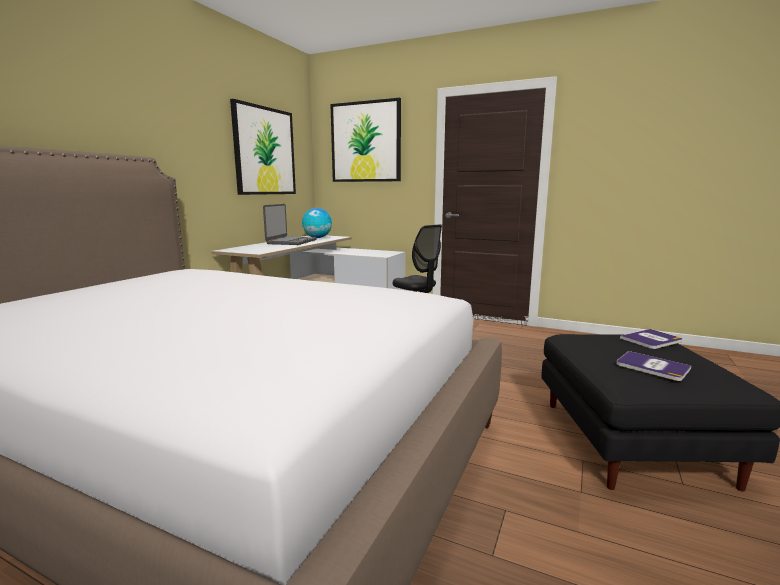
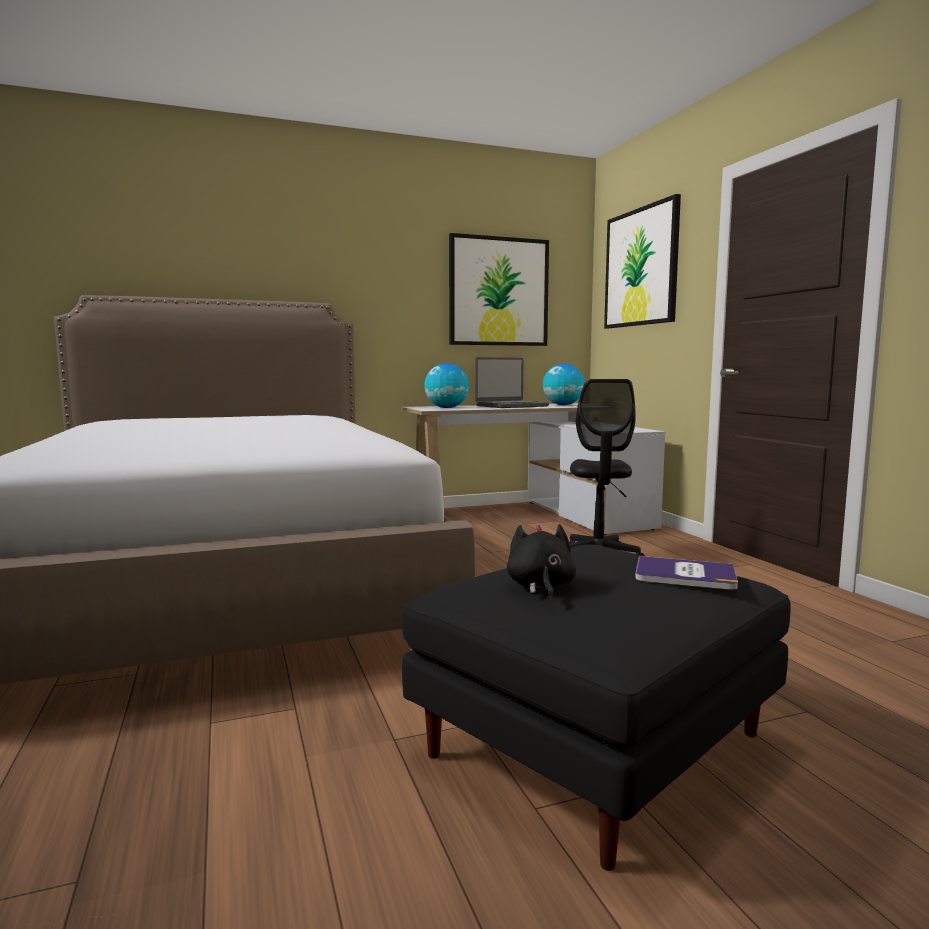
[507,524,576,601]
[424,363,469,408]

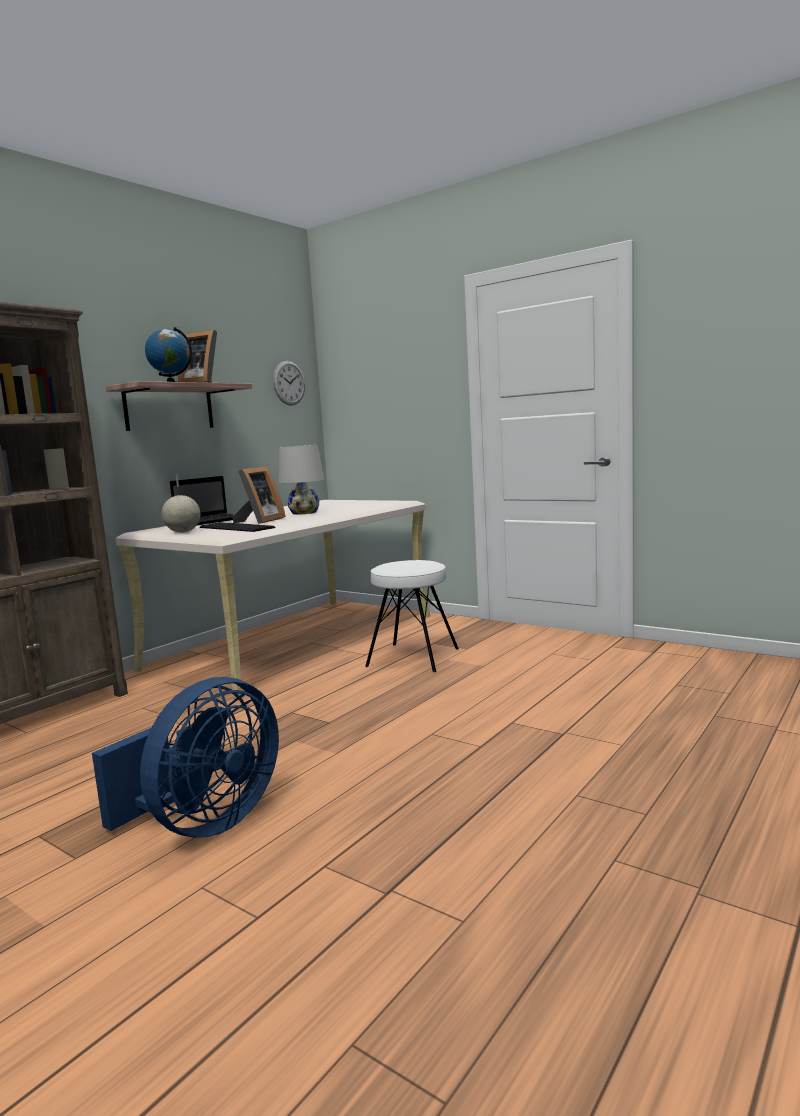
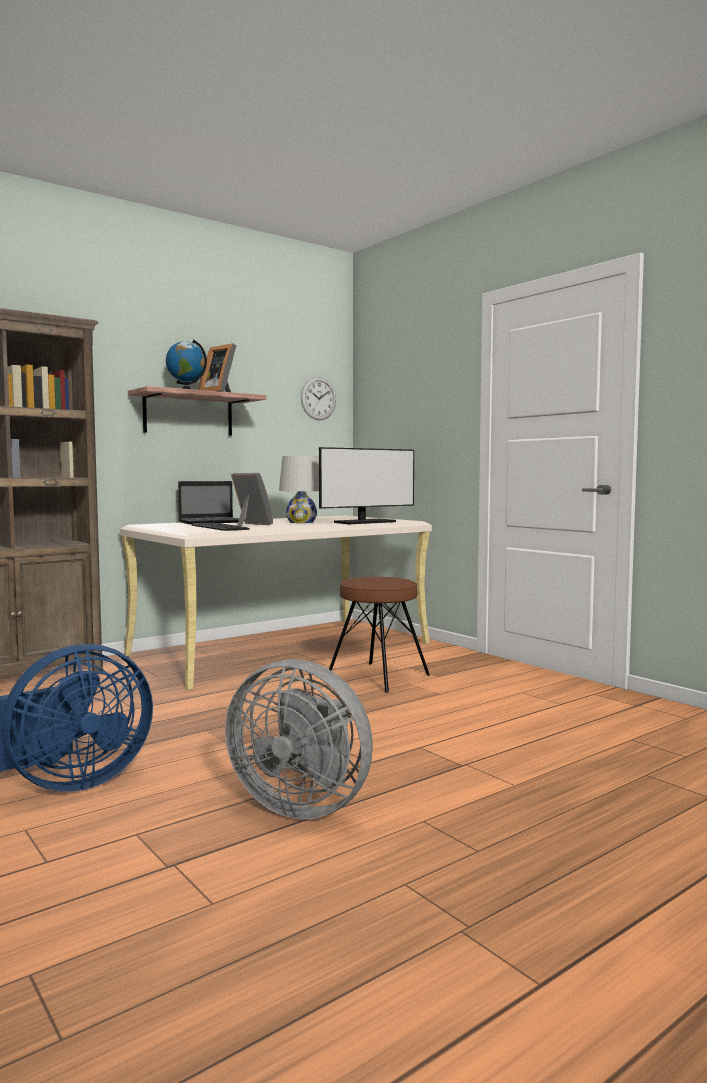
[231,473,273,526]
[162,474,200,533] (first image)
[329,577,430,693]
[319,447,414,524]
[225,659,373,820]

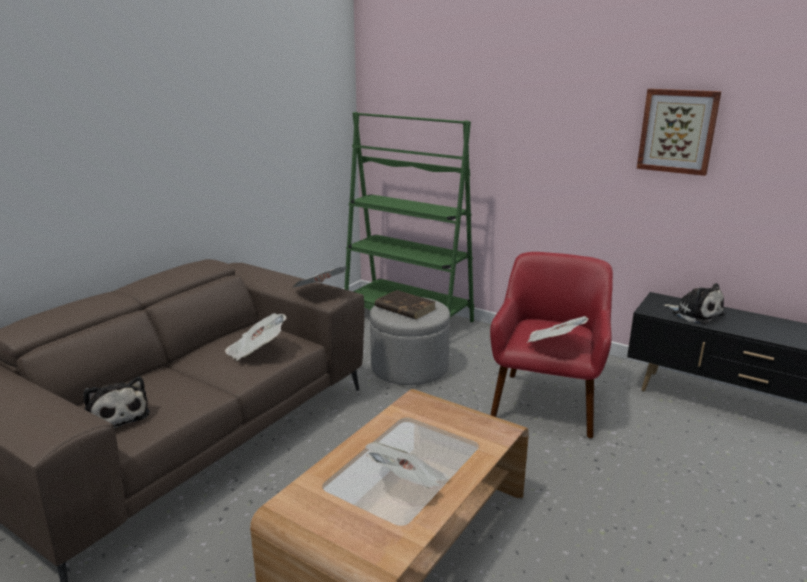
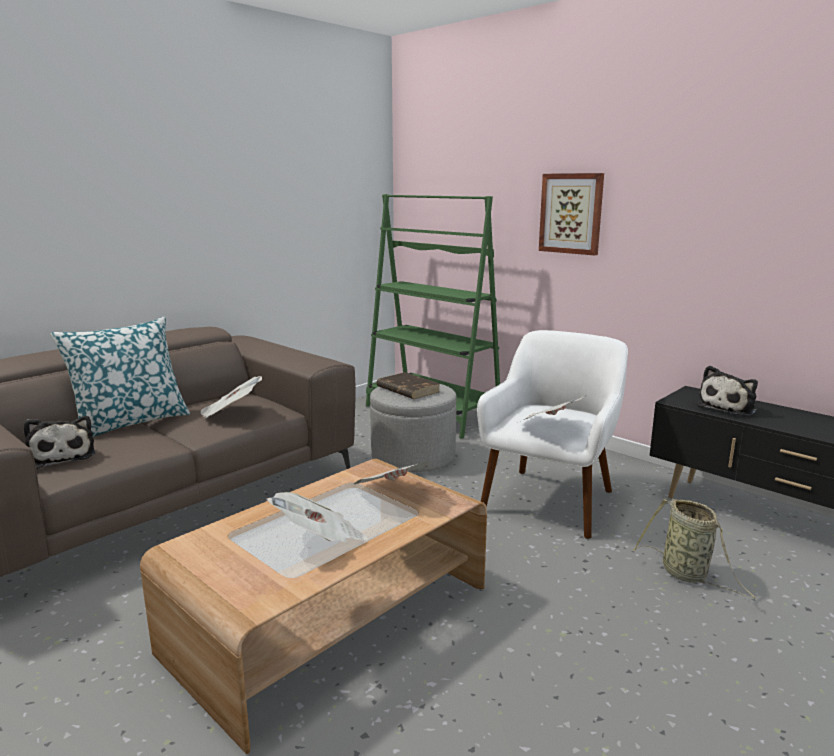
[539,173,604,255]
[477,330,628,539]
[354,462,431,484]
[697,366,758,416]
[51,317,190,437]
[633,498,756,599]

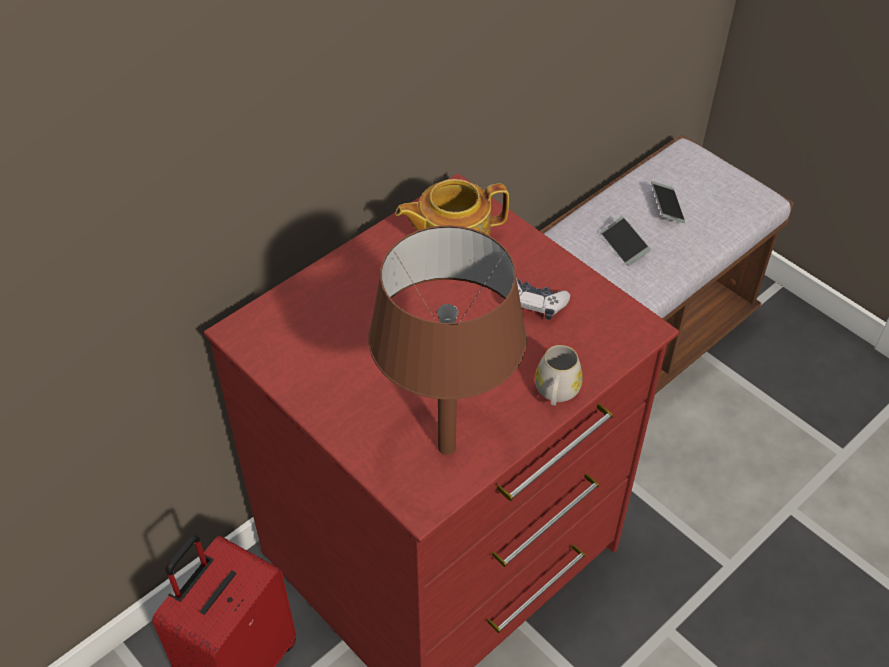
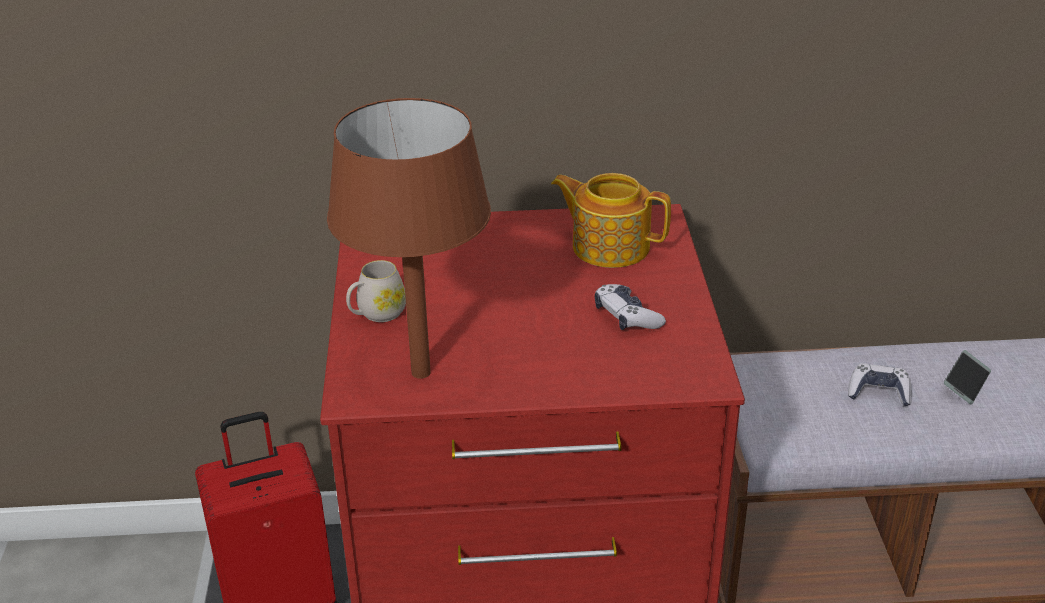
[848,363,912,406]
[346,260,406,322]

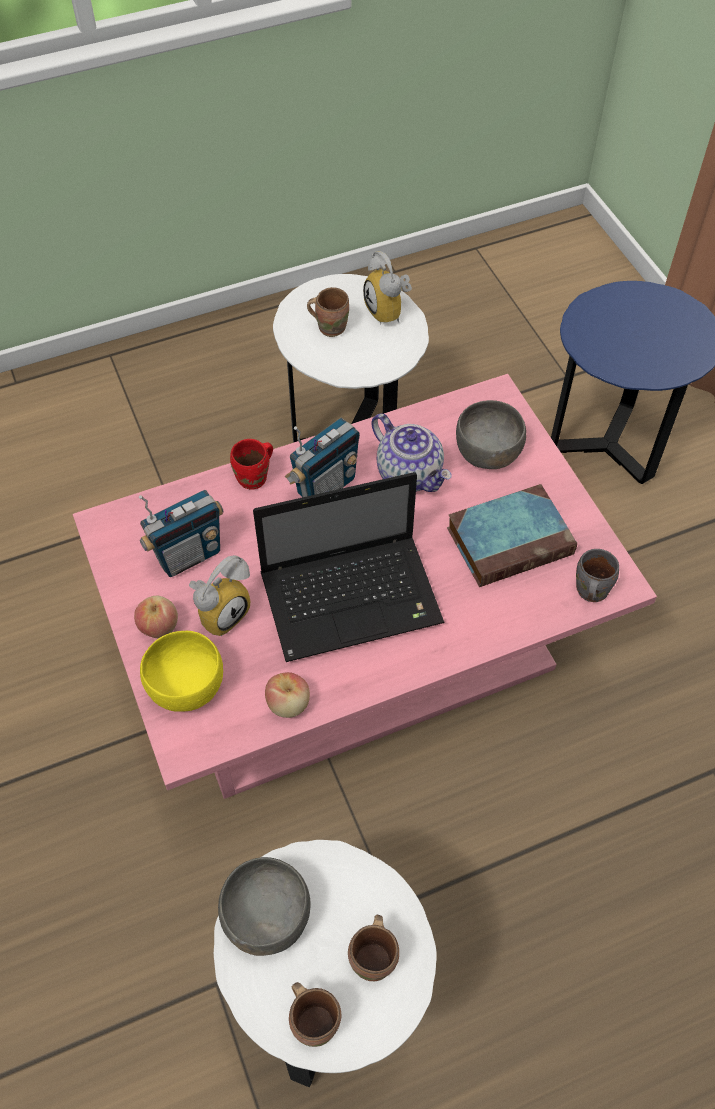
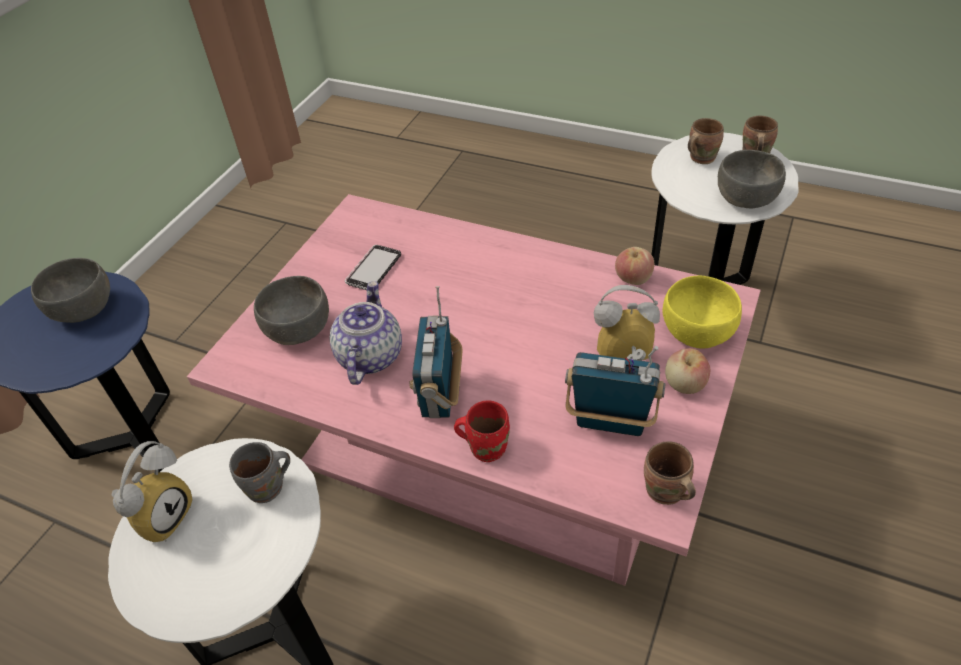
[644,441,696,505]
[409,286,463,418]
[253,472,445,662] (first image)
[345,245,401,290]
[229,442,290,503]
[31,258,110,323]

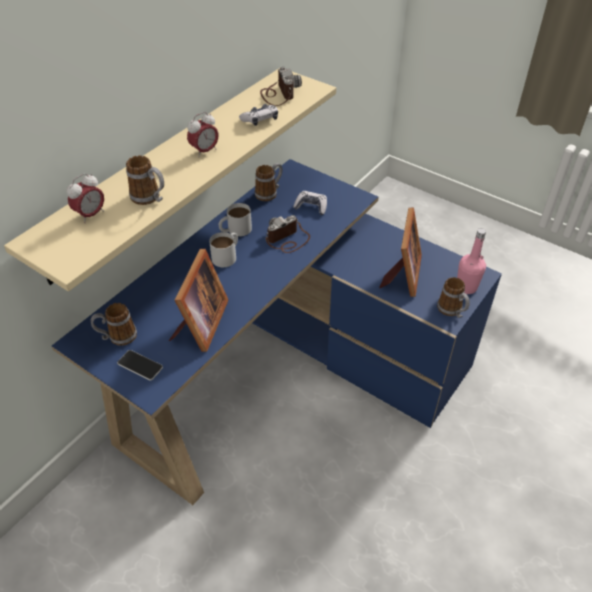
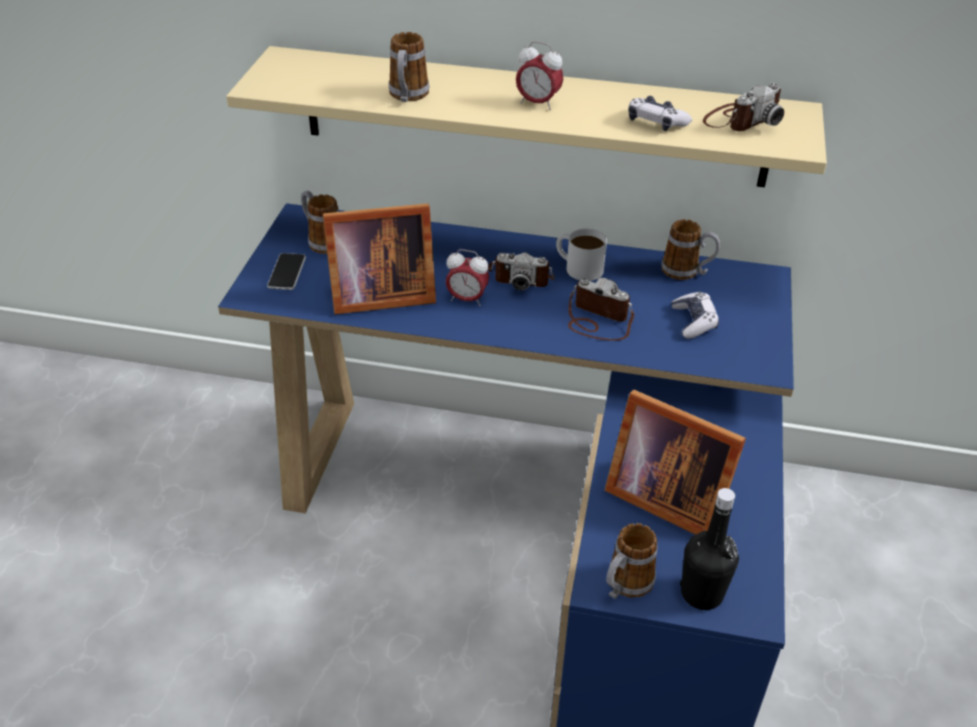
[446,249,489,306]
[605,390,746,535]
[680,488,739,610]
[488,252,555,291]

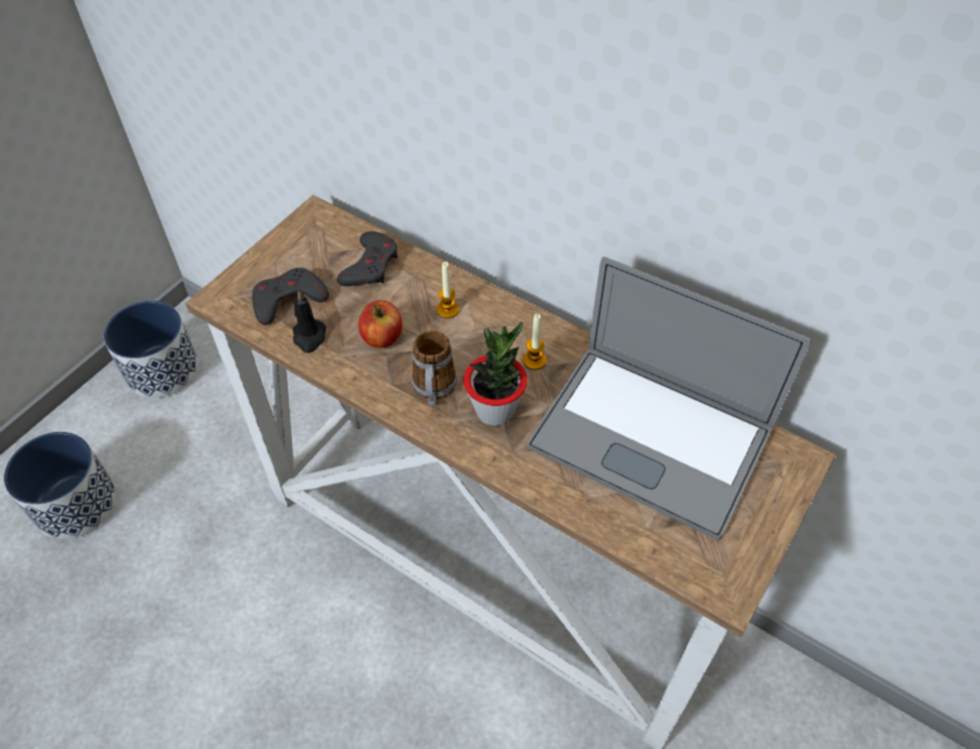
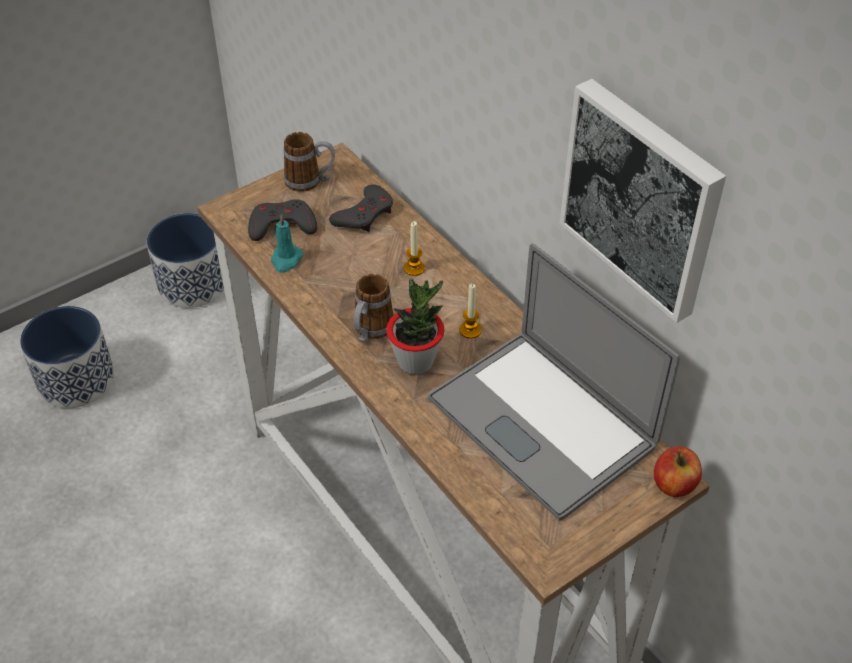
[271,214,303,273]
[654,446,702,497]
[560,79,726,323]
[283,132,335,192]

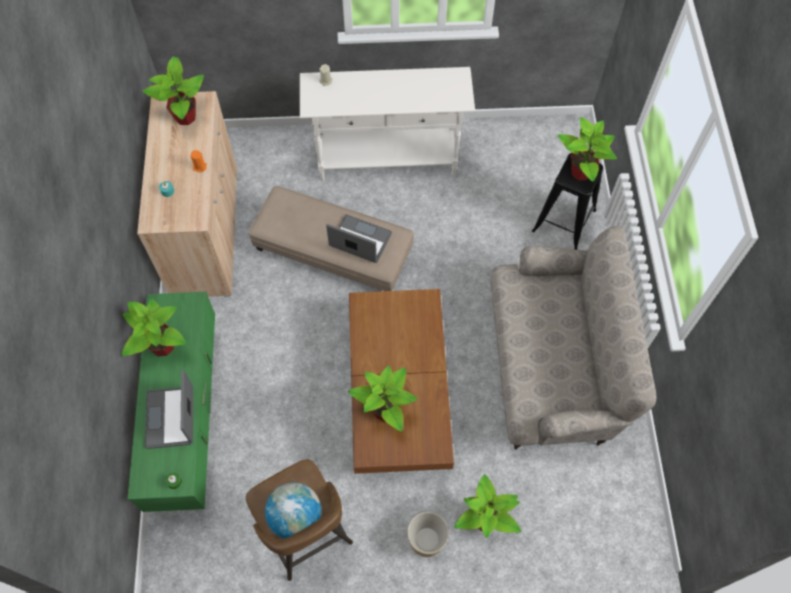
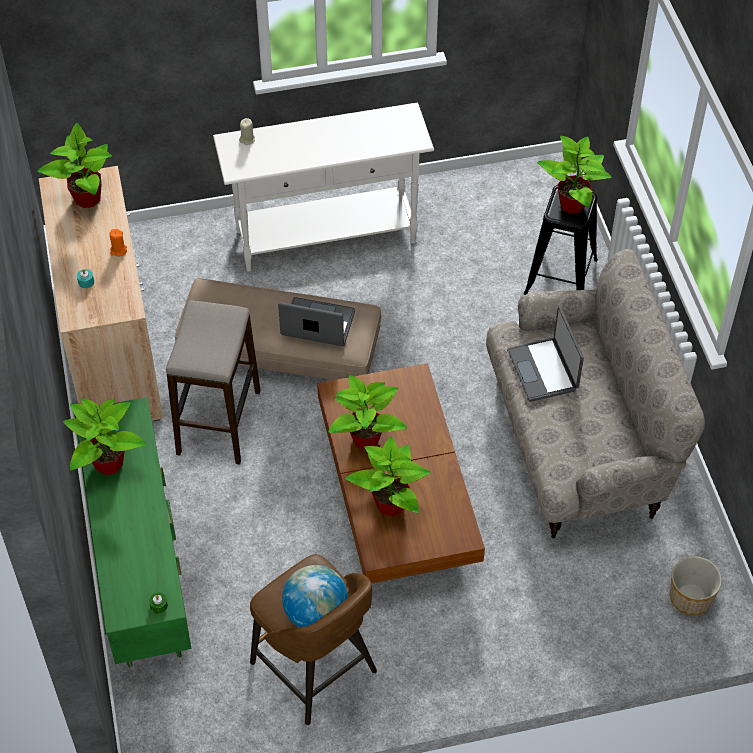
[507,307,584,402]
[328,375,407,451]
[670,556,722,615]
[166,300,261,465]

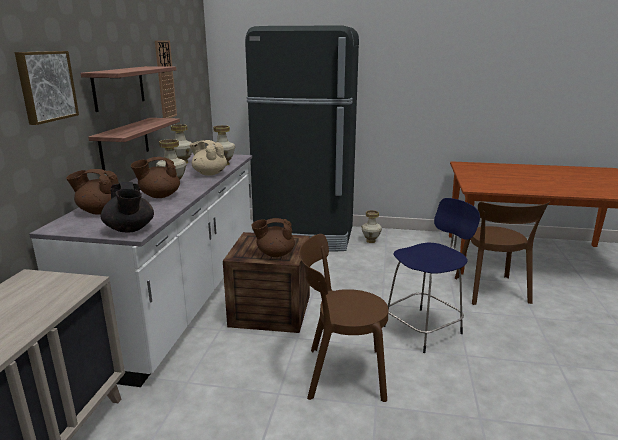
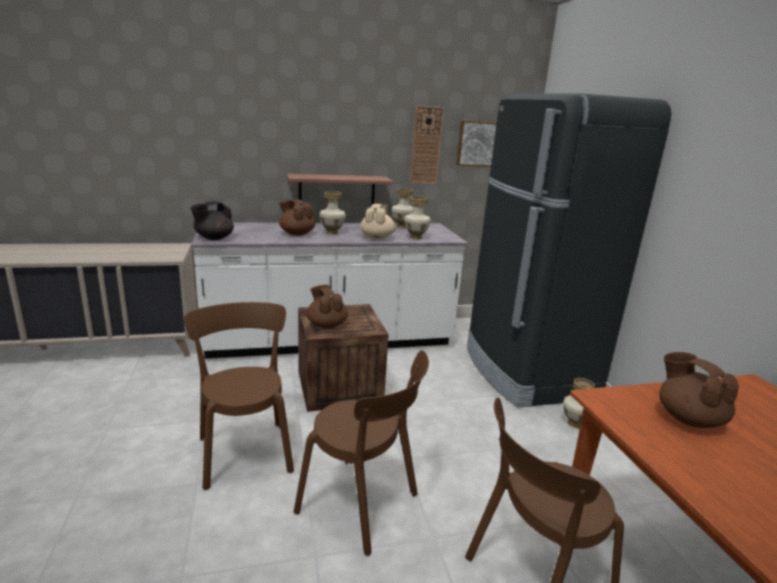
[456,120,497,167]
[81,66,176,112] (first image)
[659,352,739,428]
[294,350,429,556]

